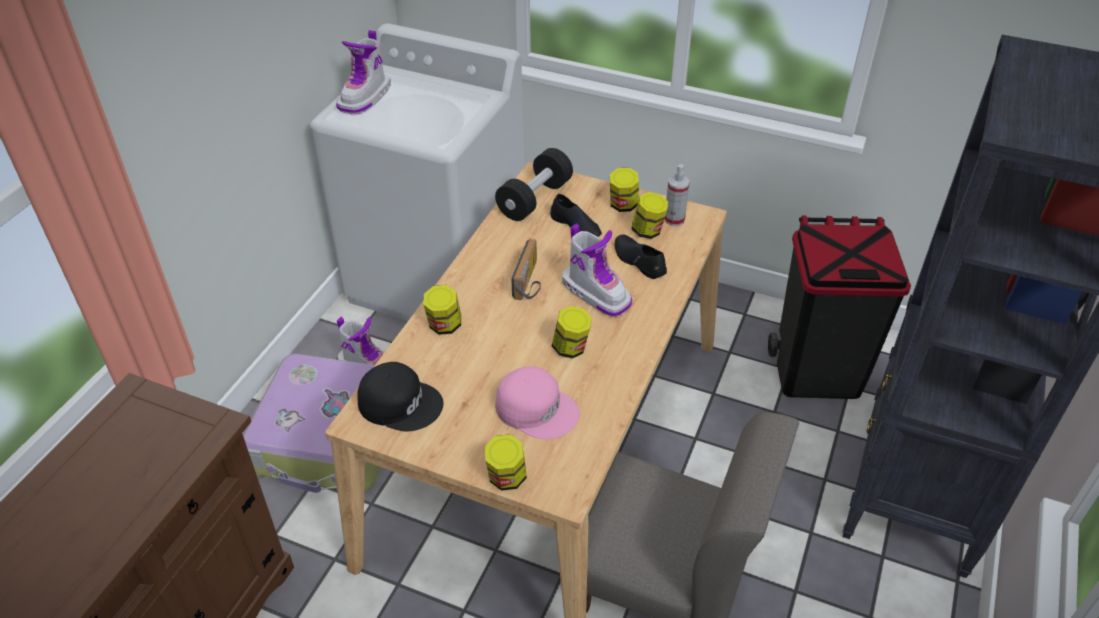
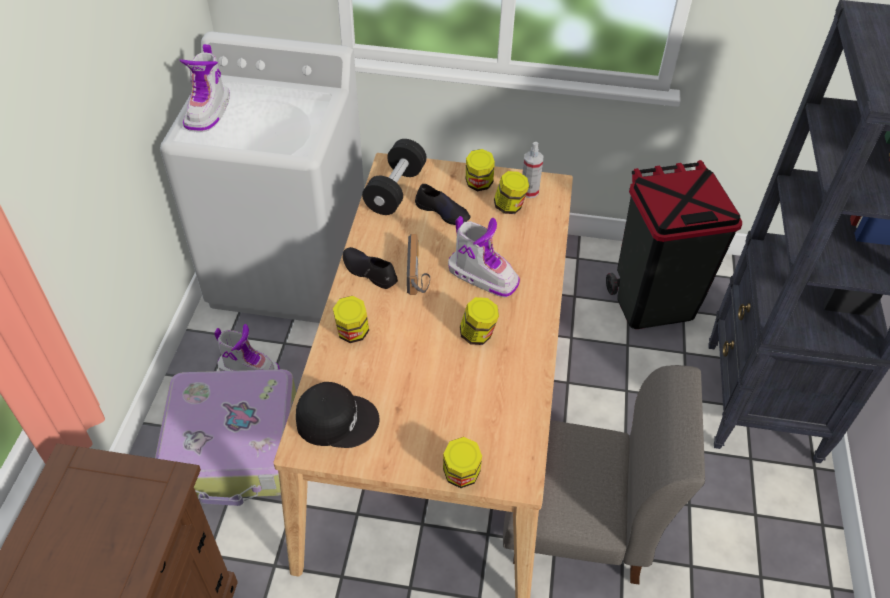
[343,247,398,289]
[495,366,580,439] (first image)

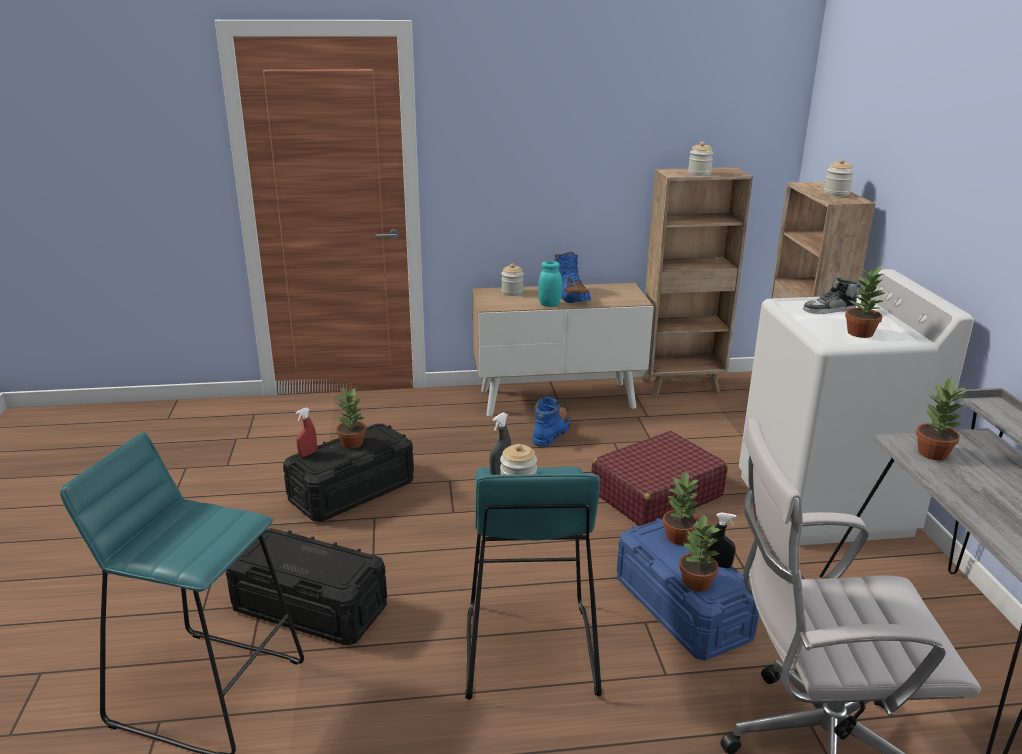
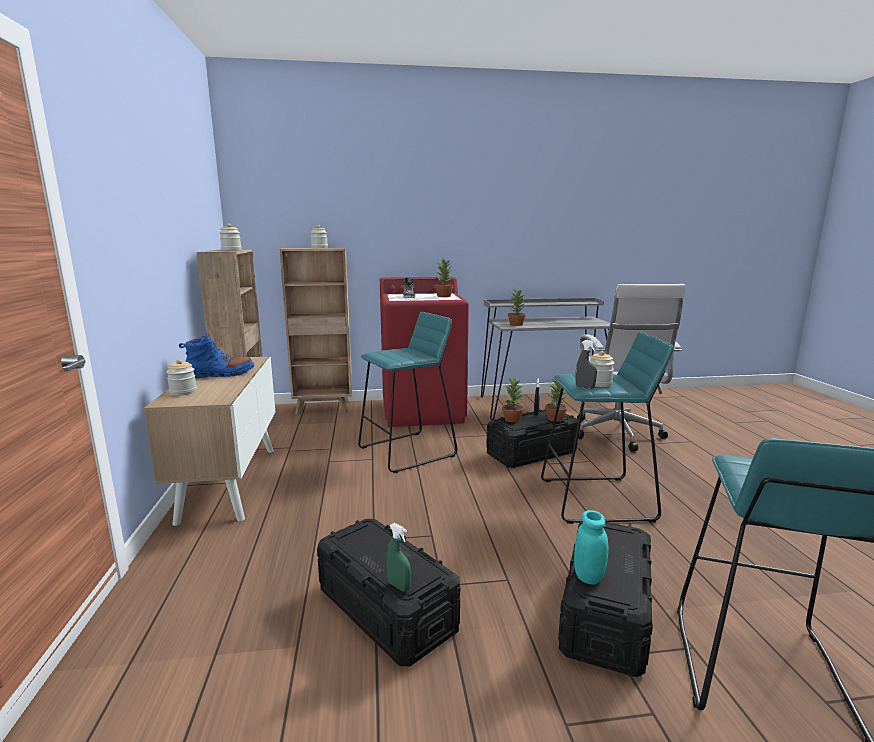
[574,510,608,585]
[380,277,469,427]
[335,388,366,449] (first image)
[532,396,571,447] (first image)
[387,523,411,592]
[358,312,458,473]
[486,409,578,468]

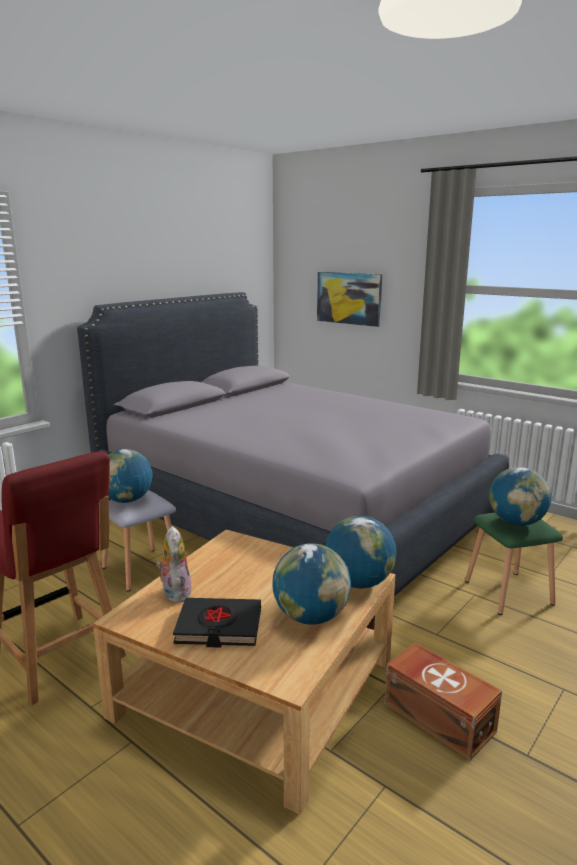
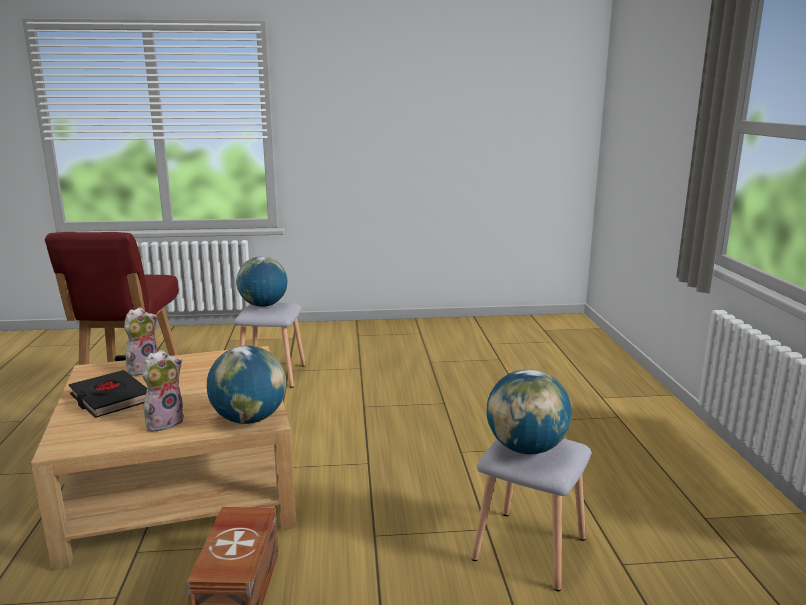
[317,272,382,327] (first image)
[77,292,509,630] (first image)
[471,438,591,591]
[142,350,184,431]

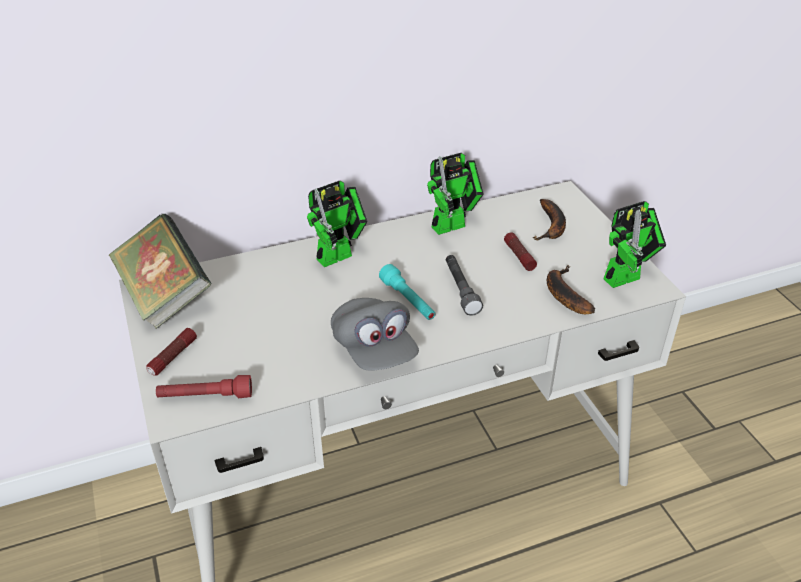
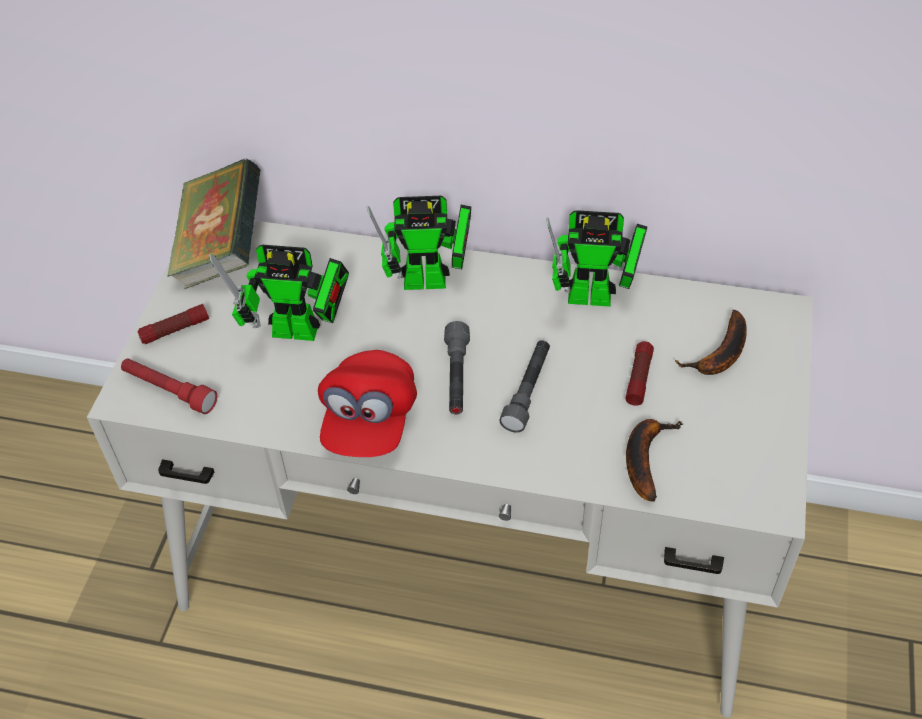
[209,245,349,341]
[444,321,470,414]
[318,350,417,457]

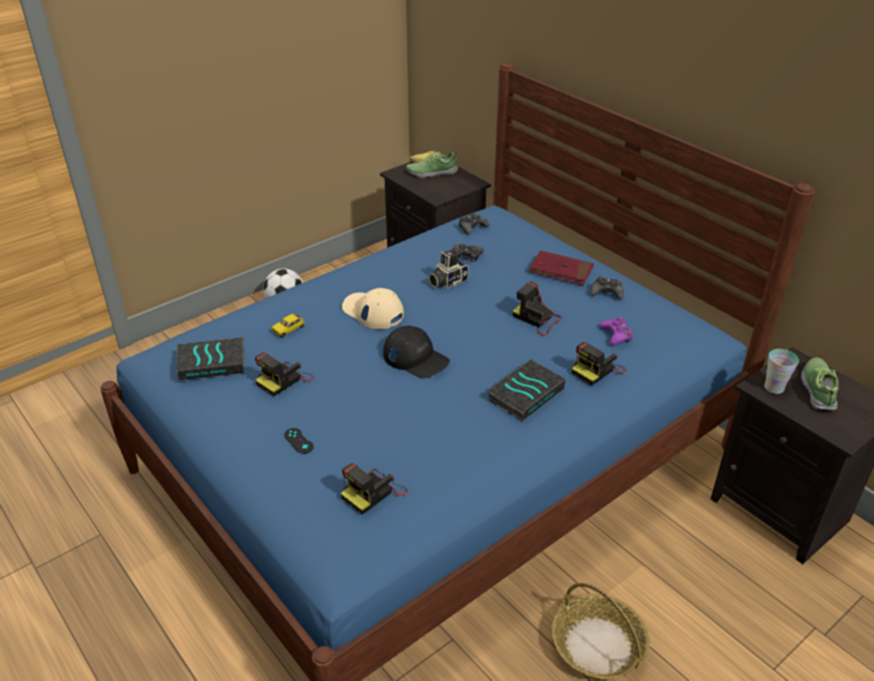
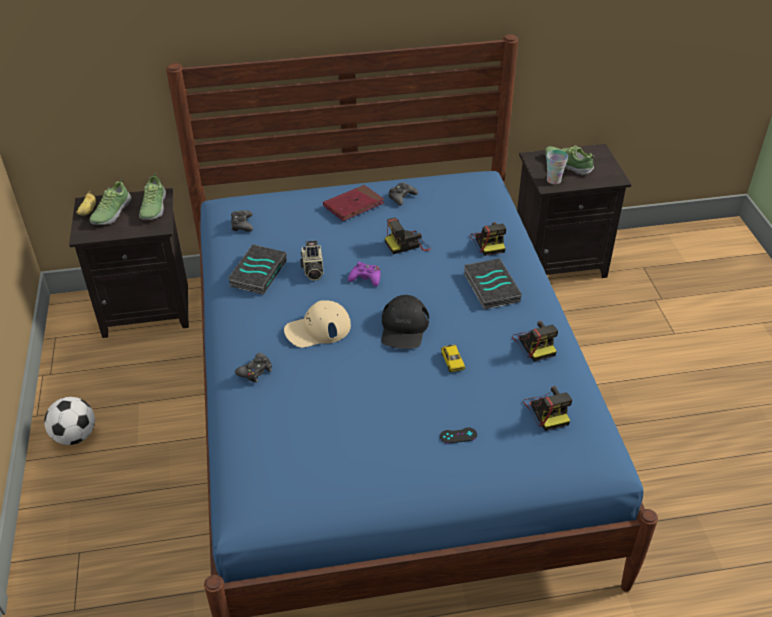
[235,353,272,383]
[441,345,465,372]
[348,262,380,287]
[381,295,429,349]
[228,244,287,295]
[512,321,558,361]
[552,583,650,680] (first image)
[139,173,166,220]

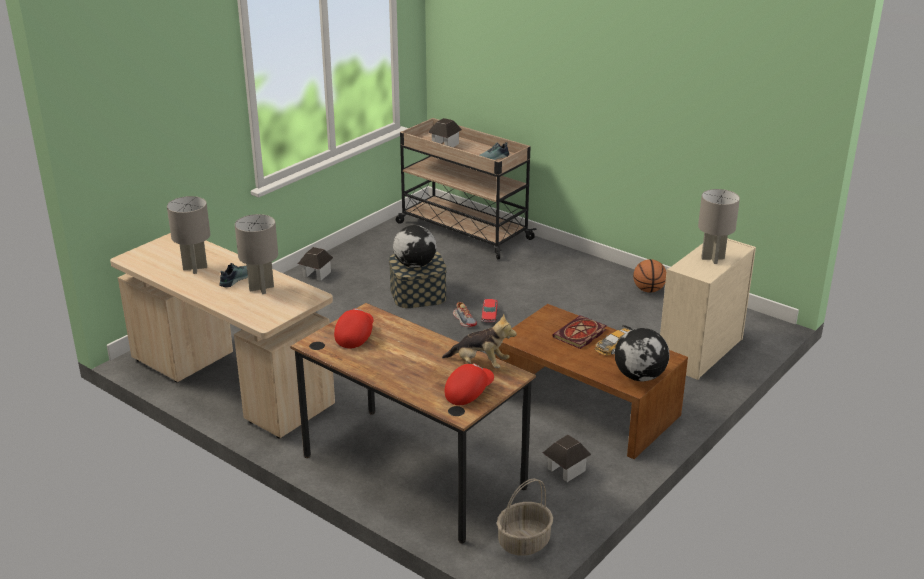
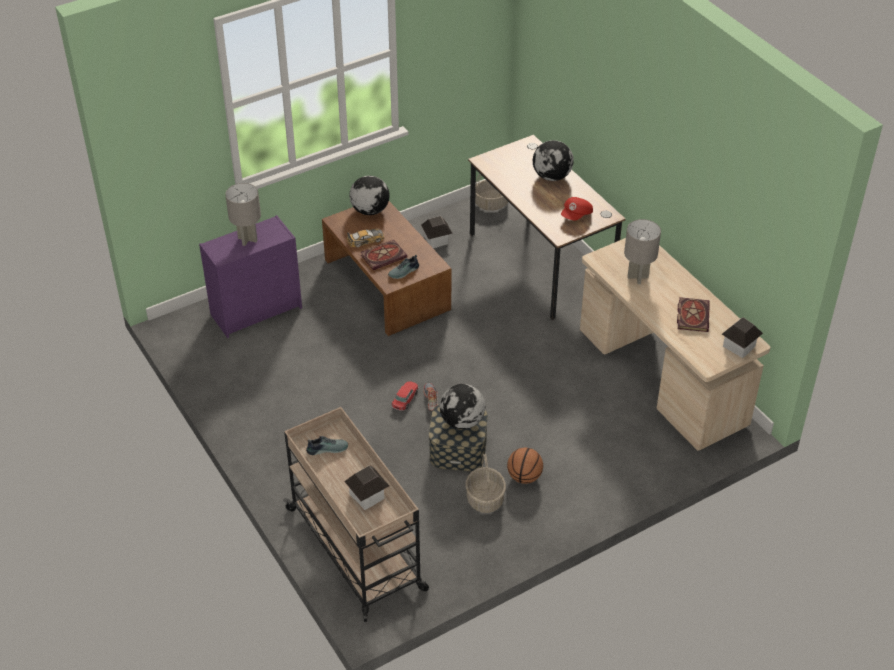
[677,297,710,332]
[199,215,302,338]
[722,317,763,358]
[507,448,543,484]
[388,255,419,279]
[442,313,517,368] (first image)
[445,363,494,405] (first image)
[533,140,574,181]
[465,454,506,513]

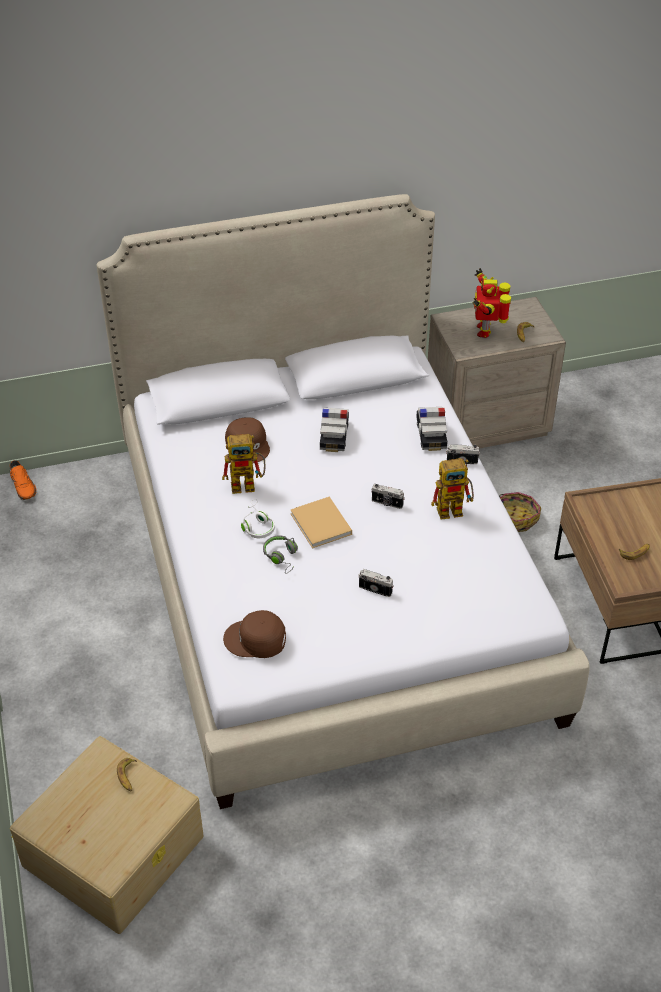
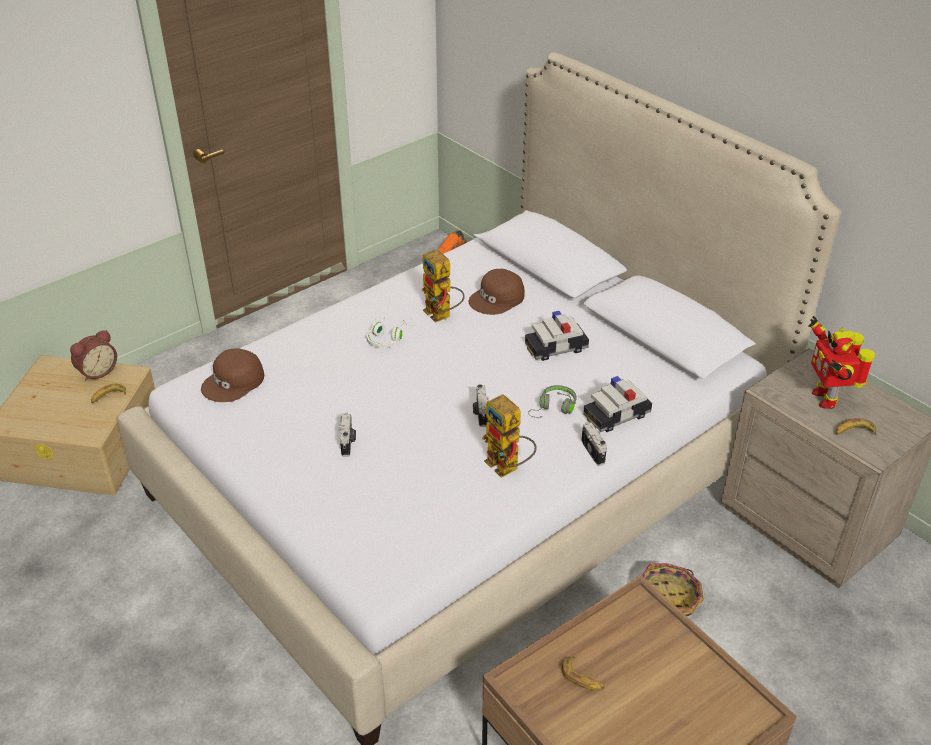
[808,316,875,409]
[291,497,352,549] (first image)
[528,385,577,418]
[201,348,264,402]
[70,330,117,381]

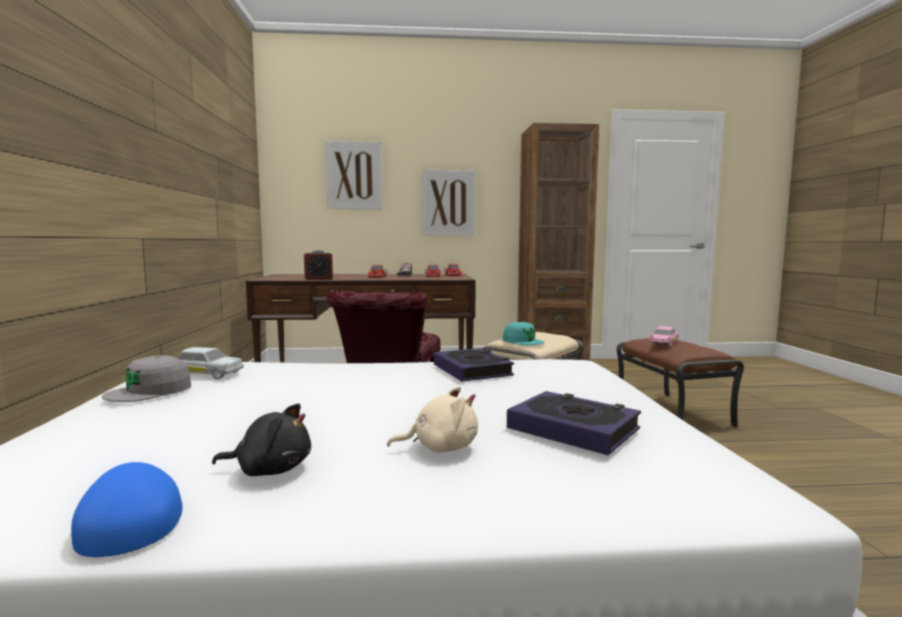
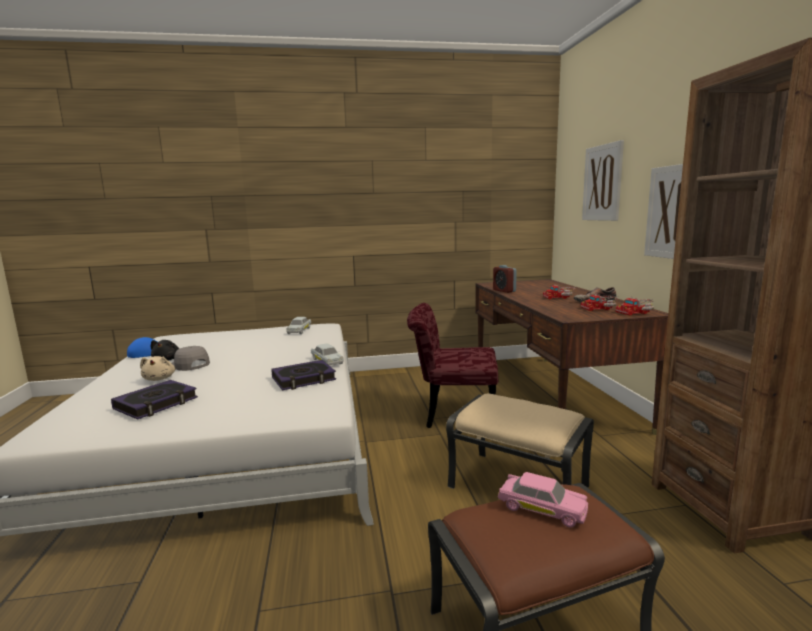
[503,322,545,345] (first image)
[172,346,210,371]
[311,344,344,365]

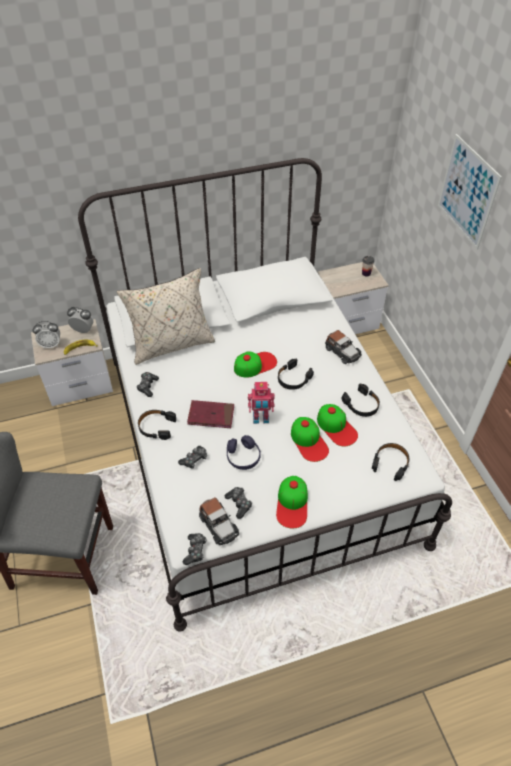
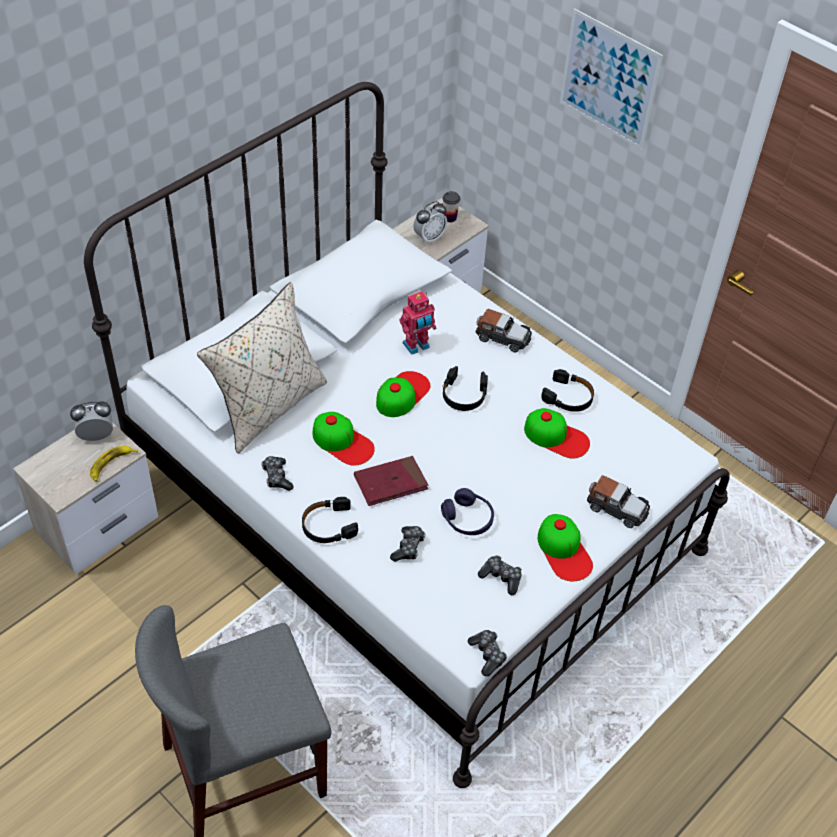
[413,201,447,244]
[399,291,436,355]
[313,412,375,466]
[372,443,409,481] (first image)
[587,476,650,528]

